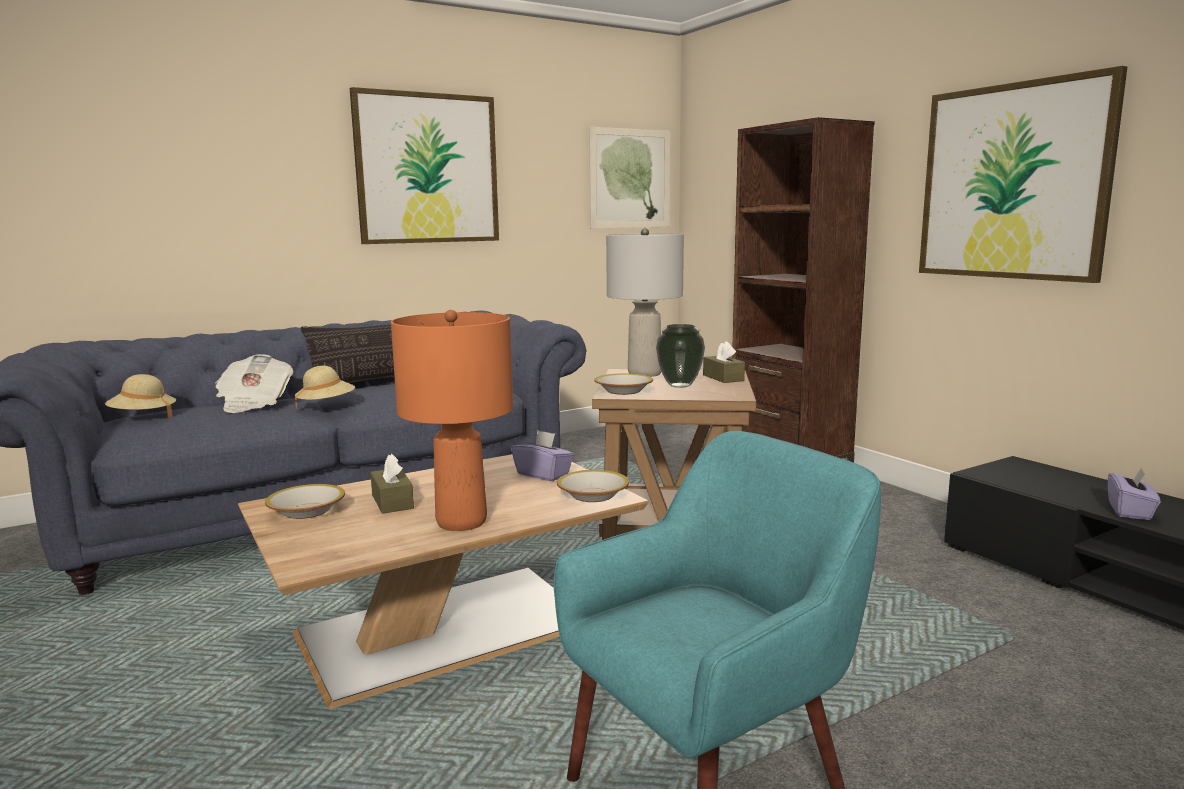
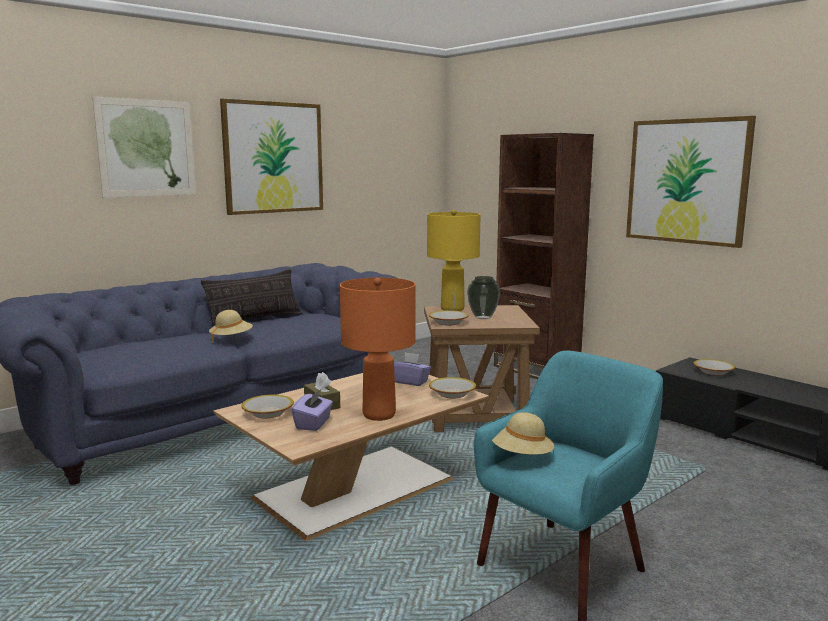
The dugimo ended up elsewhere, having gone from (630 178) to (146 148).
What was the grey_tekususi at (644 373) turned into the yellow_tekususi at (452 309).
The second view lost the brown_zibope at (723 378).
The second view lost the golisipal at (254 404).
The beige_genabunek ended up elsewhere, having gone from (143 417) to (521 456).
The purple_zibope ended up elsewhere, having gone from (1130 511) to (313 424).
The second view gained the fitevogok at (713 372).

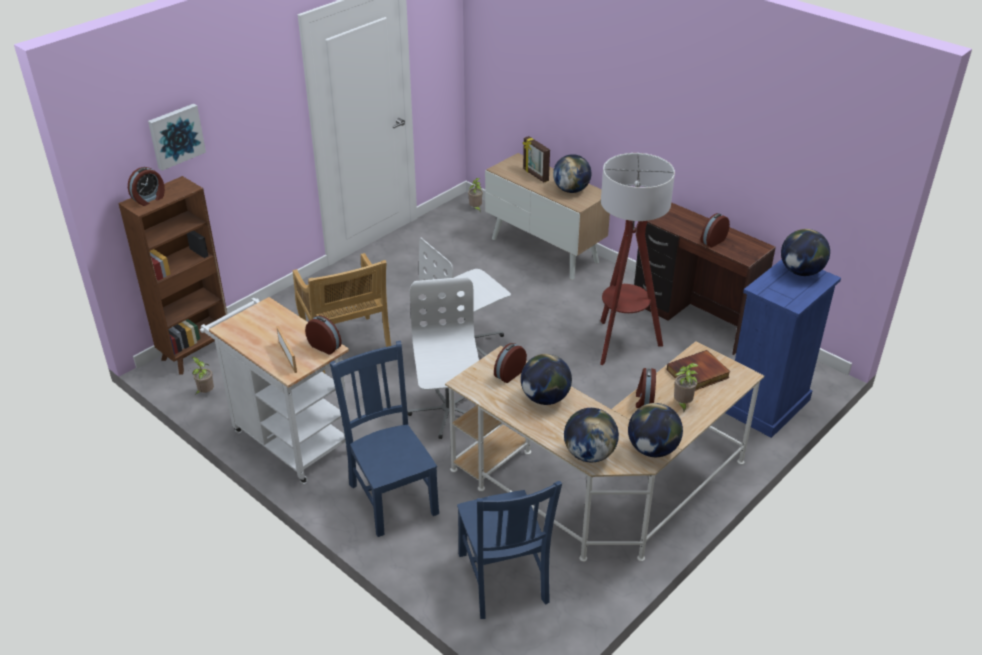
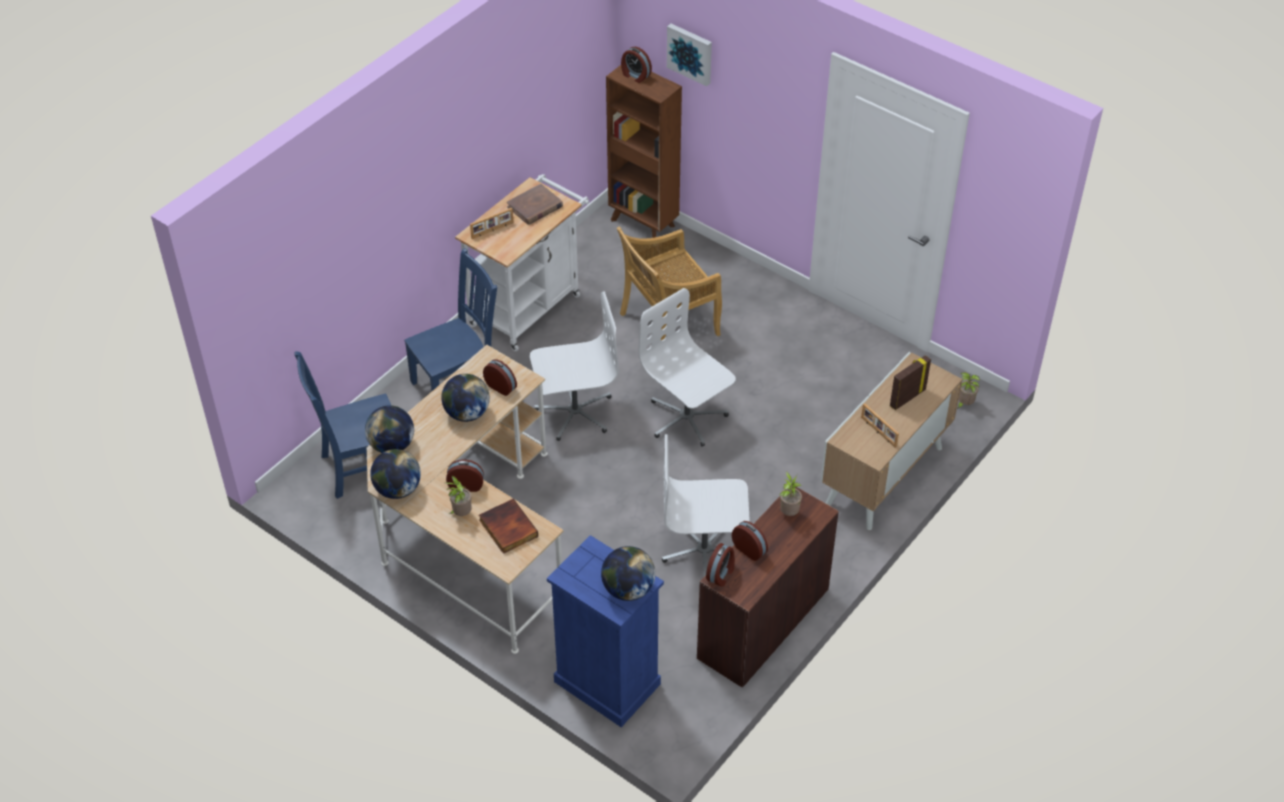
Where the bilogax stood at (621 343), the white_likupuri came to stand at (704 551).
Where the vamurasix stood at (571 190), the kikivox came to stand at (878 432).
The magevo ended up elsewhere, having gone from (325 346) to (721 574).
The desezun ended up elsewhere, having gone from (205 393) to (788 512).
The second view gained the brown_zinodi at (535 207).

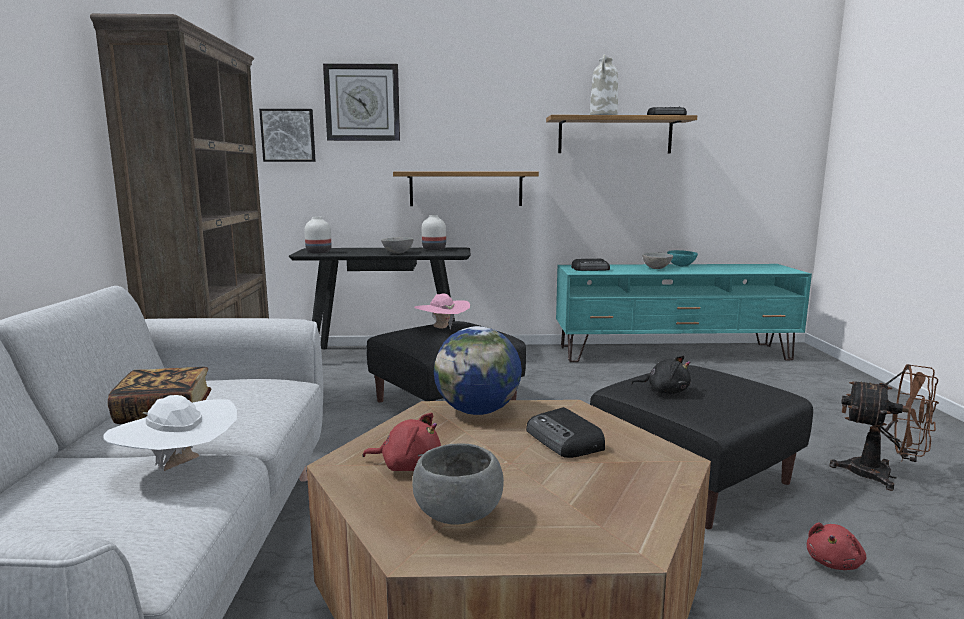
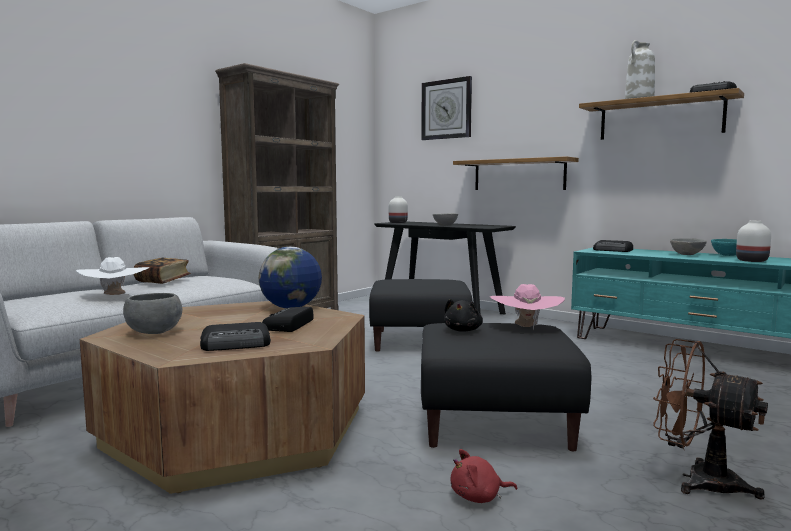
The second view lost the dugimo at (288 135).
The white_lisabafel ended up elsewhere, having gone from (433 249) to (751 260).
The pink_genabunek ended up elsewhere, having gone from (442 328) to (526 327).
The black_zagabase at (665 391) ended up facing another way, 45 degrees clockwise from before.
The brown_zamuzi at (882 476) ended up facing another way, 150 degrees clockwise from before.
The second view lost the red_zagabase at (408 466).
The second view gained the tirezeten at (237 344).

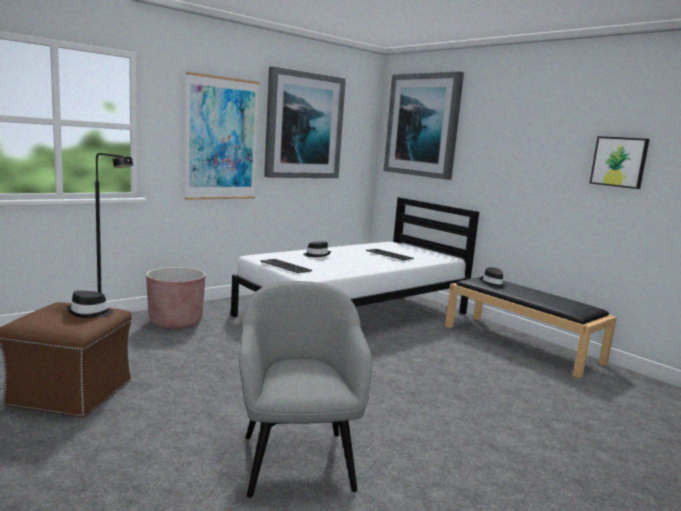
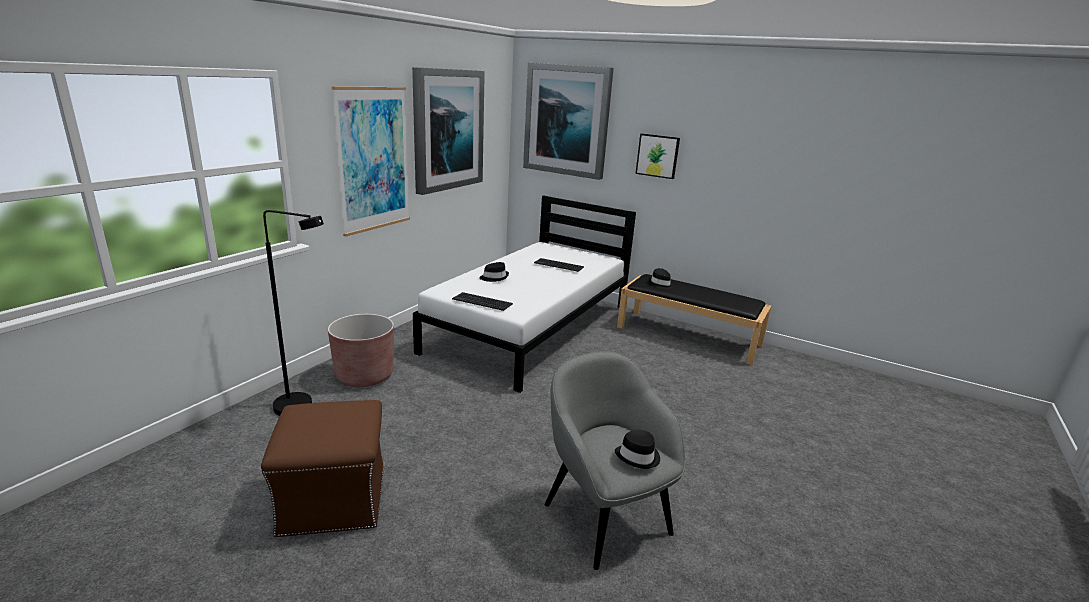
The dugimo ended up elsewhere, having gone from (619 162) to (657 156).
The black_genabunek ended up elsewhere, having gone from (90 313) to (638 456).

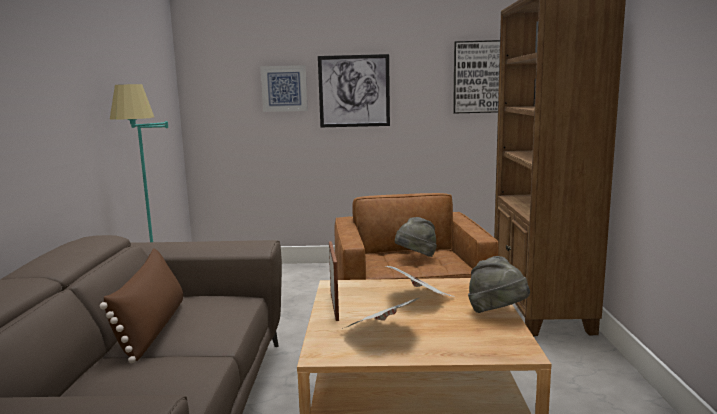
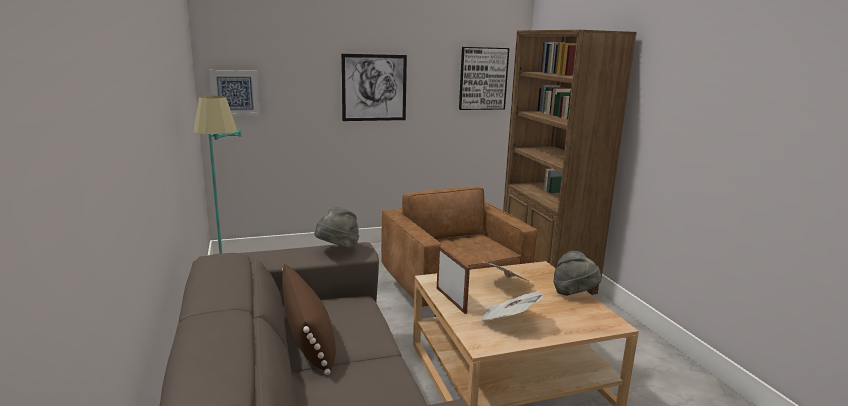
The dugimo ended up elsewhere, having gone from (284 88) to (235 92).
The grey_genabunek ended up elsewhere, having gone from (416 257) to (337 250).

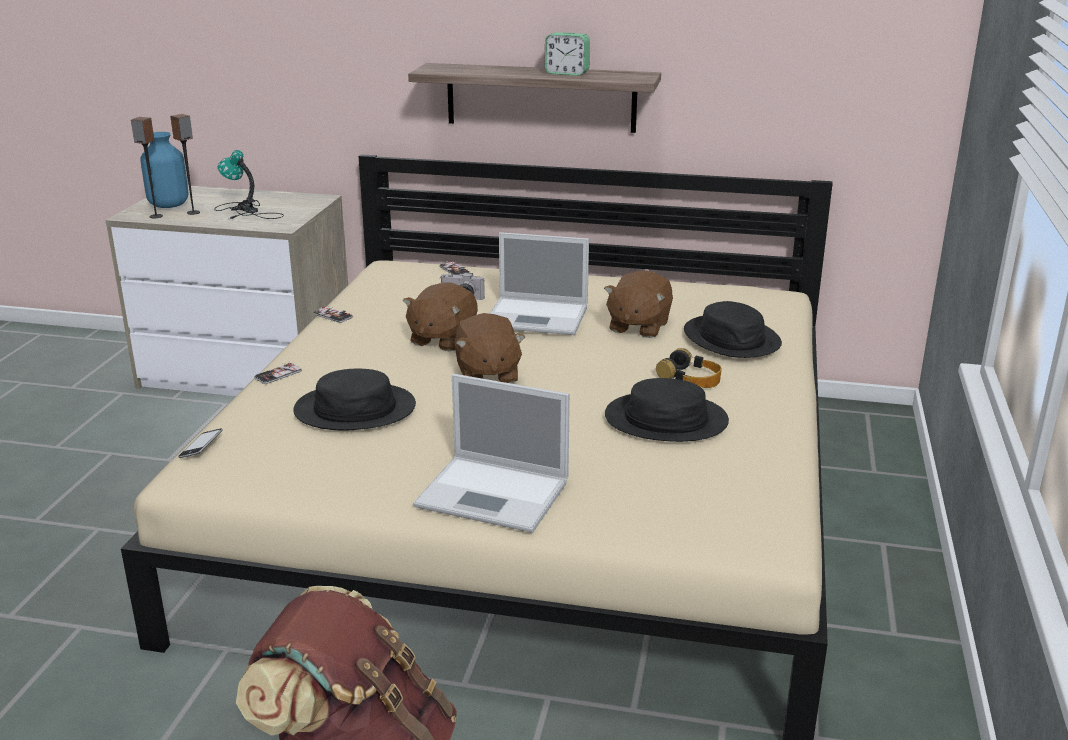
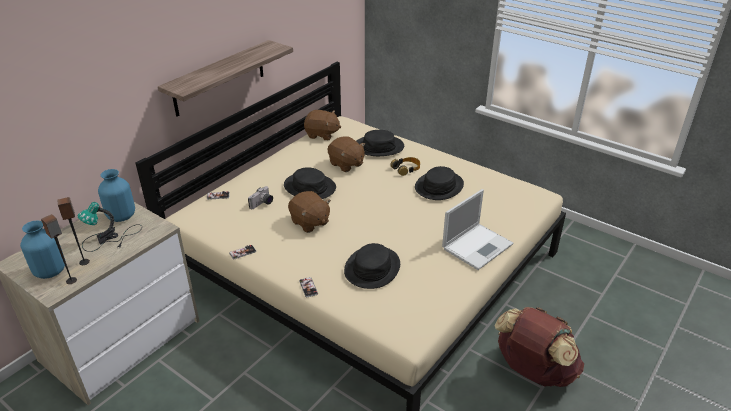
The second view lost the magevo at (567 73).
Where the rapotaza stood at (538 317), the black_genabunek came to stand at (310 187).
The brown_zagabase ended up elsewhere, having gone from (487 374) to (322 134).
The second view lost the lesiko at (201 447).
The second view gained the blue_lisabafel at (122 216).

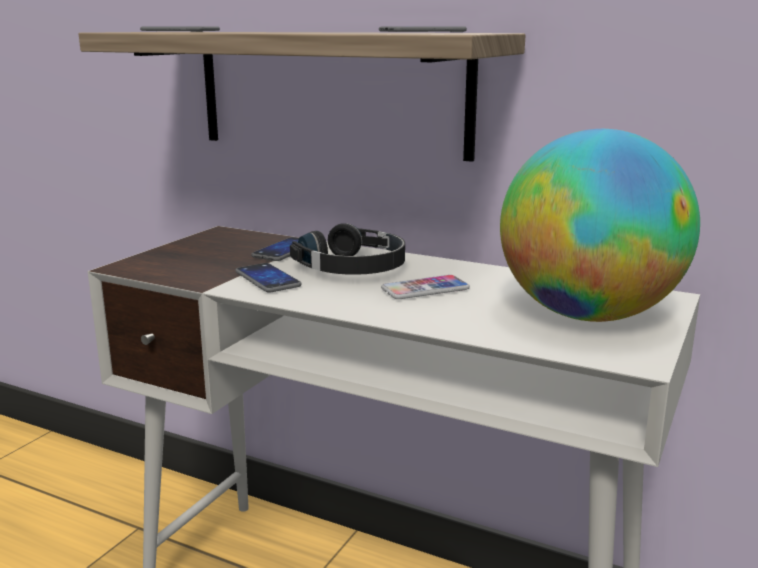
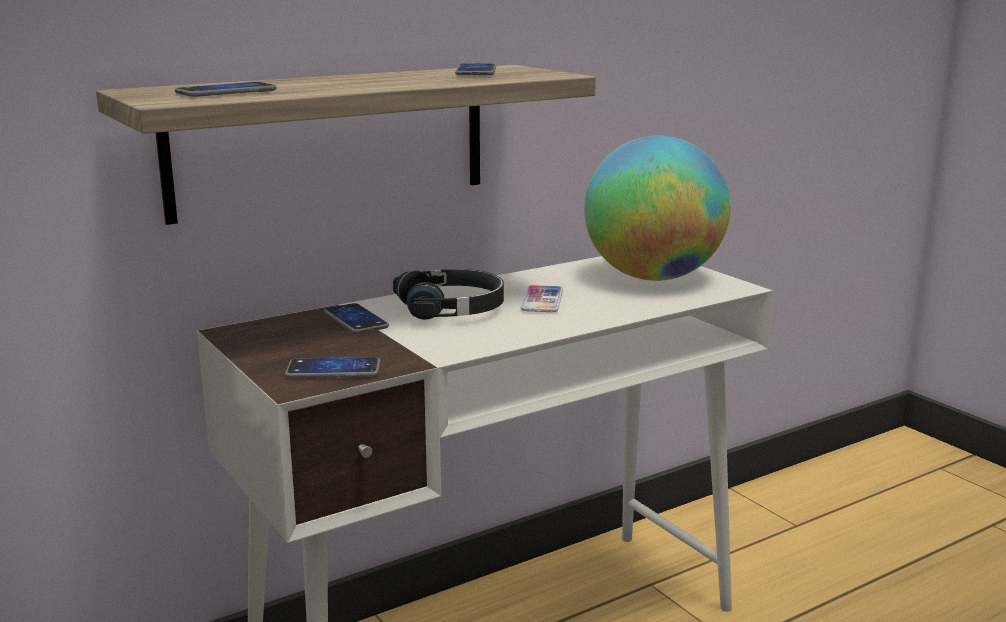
The lesiko ended up elsewhere, having gone from (267 279) to (333 370).

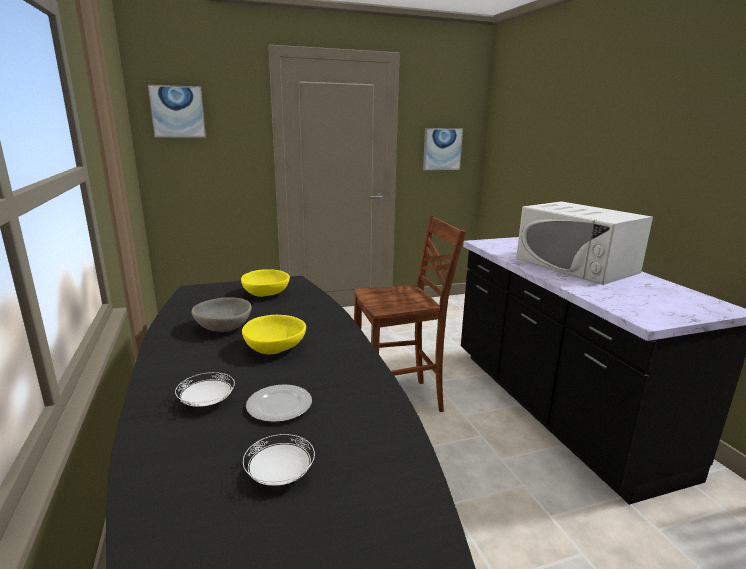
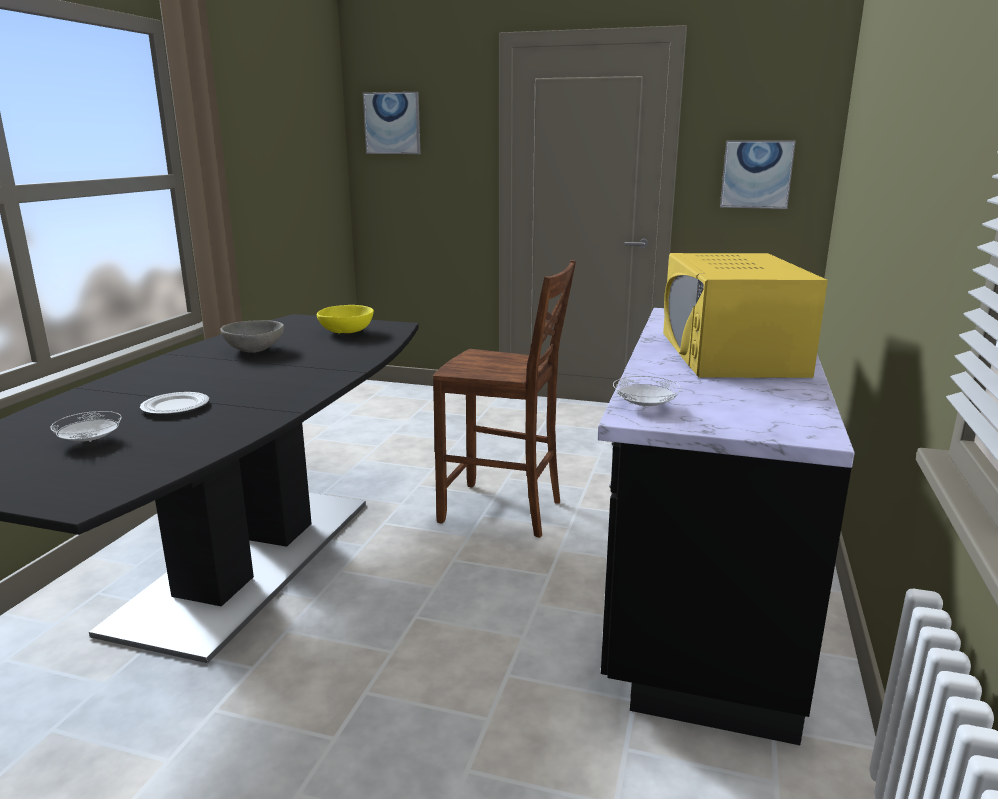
What was the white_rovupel at (576 265) turned into the yellow_rovupel at (731 354).
The second view lost the yellow_fitevogok at (274 349).
The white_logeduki ended up elsewhere, having gone from (207 403) to (645 407).

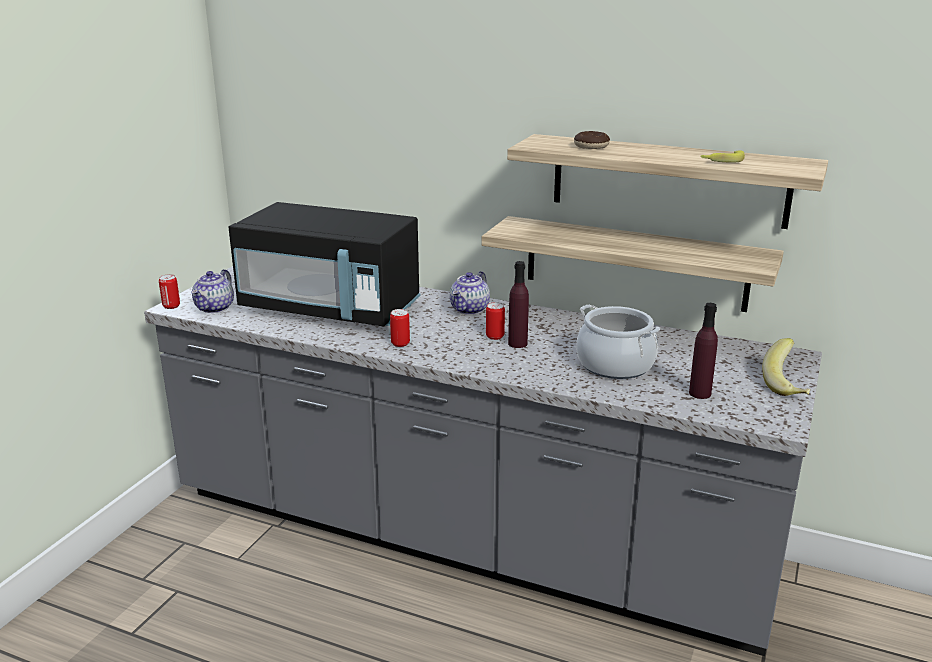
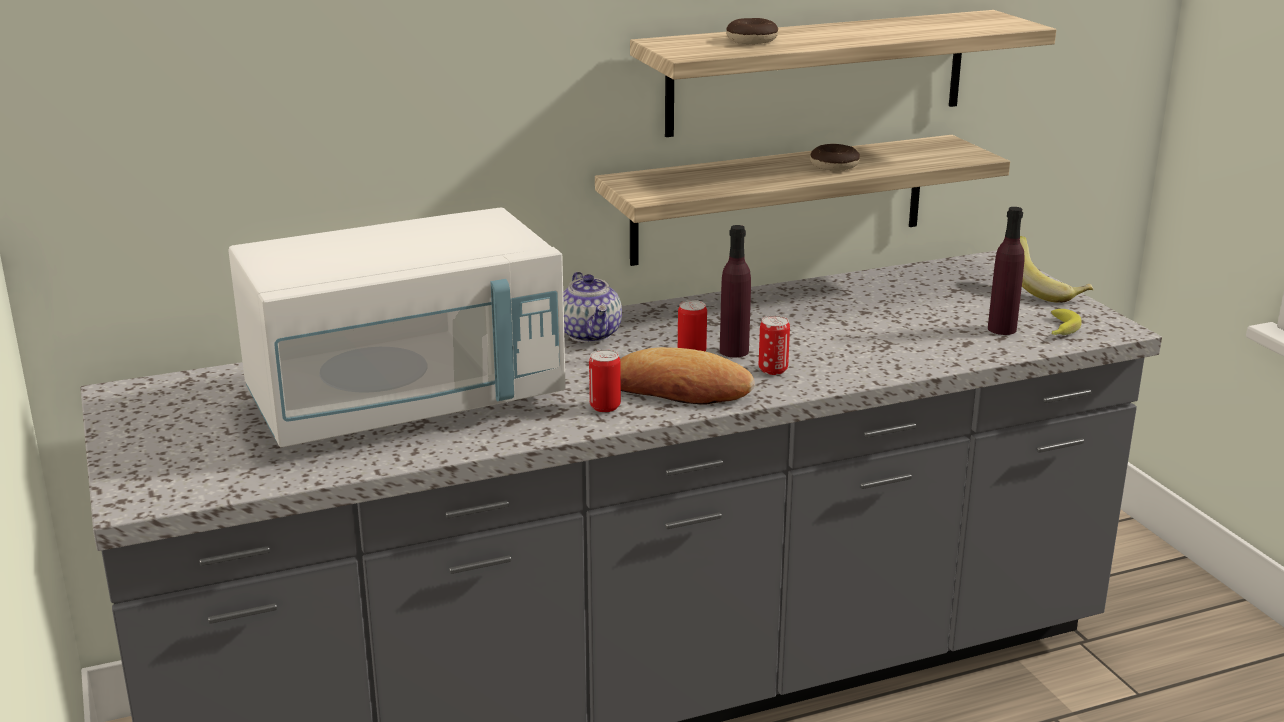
The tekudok ended up elsewhere, having gone from (721 161) to (1059 330).
What was the black_rovupel at (331 309) turned into the white_rovupel at (407 403).
The second view lost the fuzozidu at (215 308).
The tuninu ended up elsewhere, having gone from (171 306) to (773 370).
The second view lost the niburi at (615 365).
The second view gained the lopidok at (834 166).
The second view gained the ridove at (679 389).

